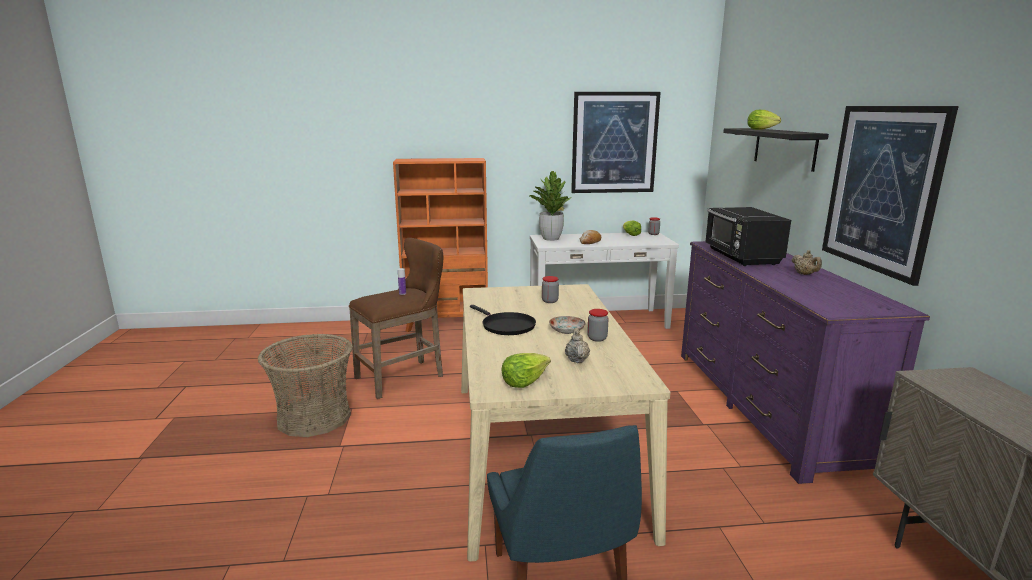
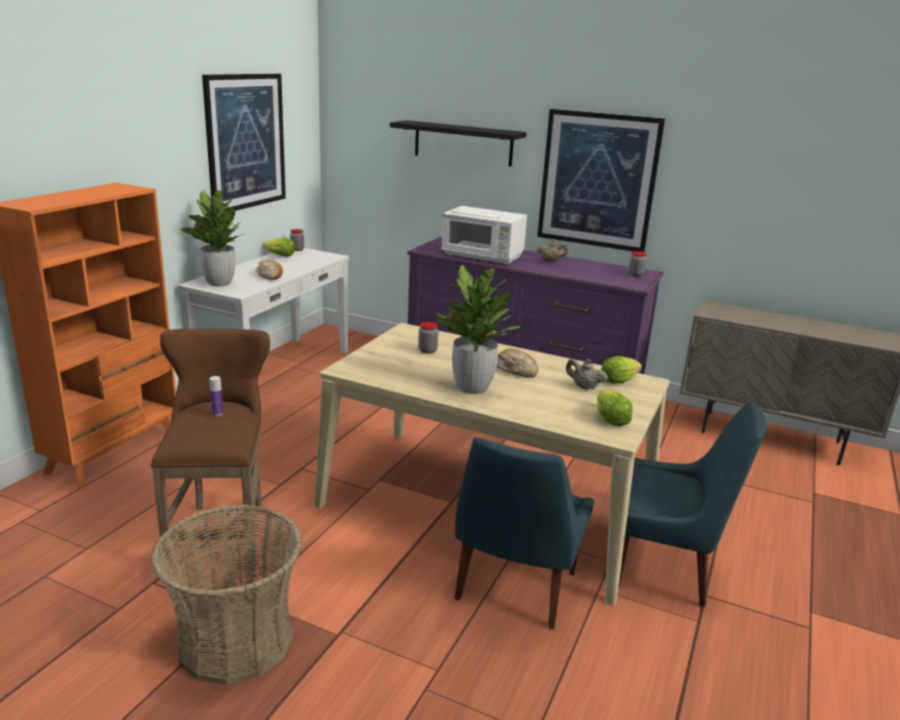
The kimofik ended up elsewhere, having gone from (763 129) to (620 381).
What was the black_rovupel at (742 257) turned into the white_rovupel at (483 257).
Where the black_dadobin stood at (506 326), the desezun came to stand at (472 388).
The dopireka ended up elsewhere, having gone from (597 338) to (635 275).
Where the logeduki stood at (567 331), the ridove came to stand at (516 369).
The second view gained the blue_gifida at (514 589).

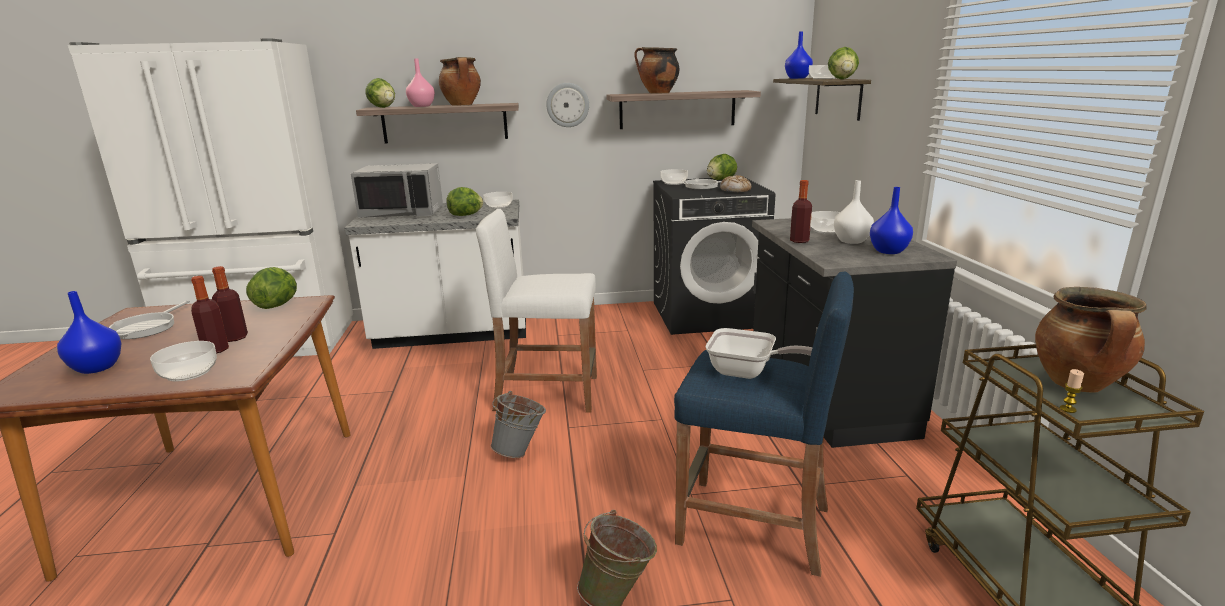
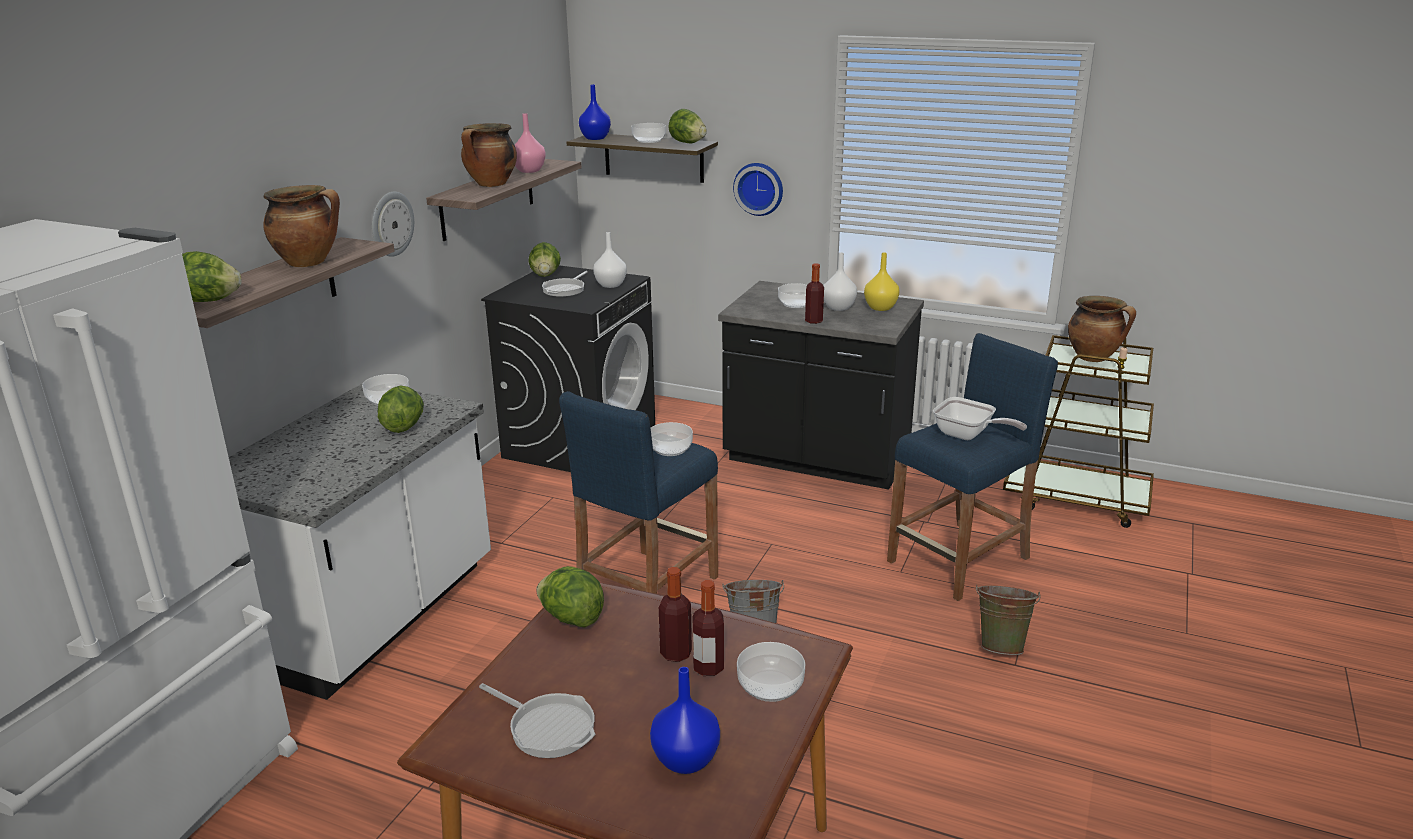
The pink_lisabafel ended up elsewhere, having gone from (421 106) to (530 171).
The second view lost the grey_rovupel at (403 213).
The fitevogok ended up elsewhere, having gone from (673 183) to (670 449).
Where the ridove stood at (735 190), the white_lisabafel came to stand at (611 285).
What was the blue_lisabafel at (889 251) turned into the yellow_lisabafel at (881 308).
What was the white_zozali at (547 393) turned into the blue_zozali at (646 590).
The dadobin at (748 372) ended up facing another way, 75 degrees clockwise from before.
The second view gained the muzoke at (759 188).

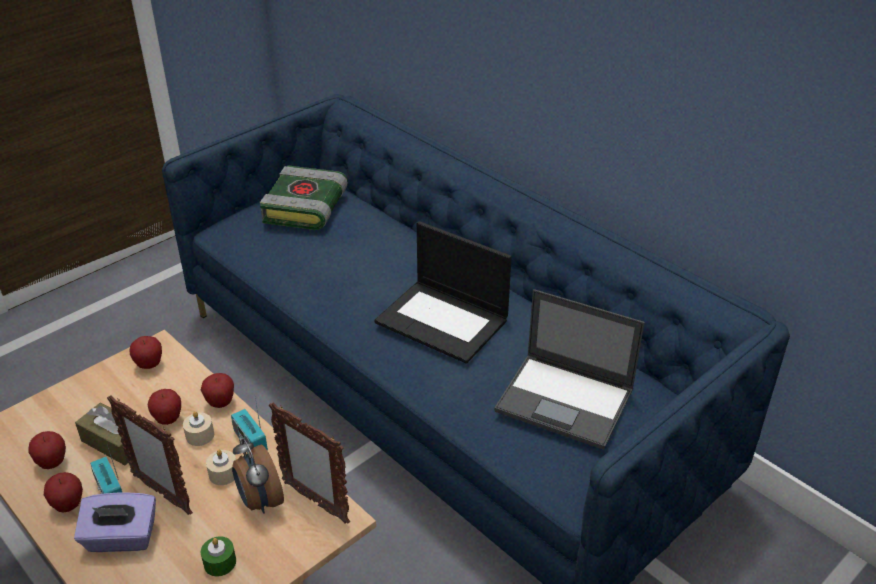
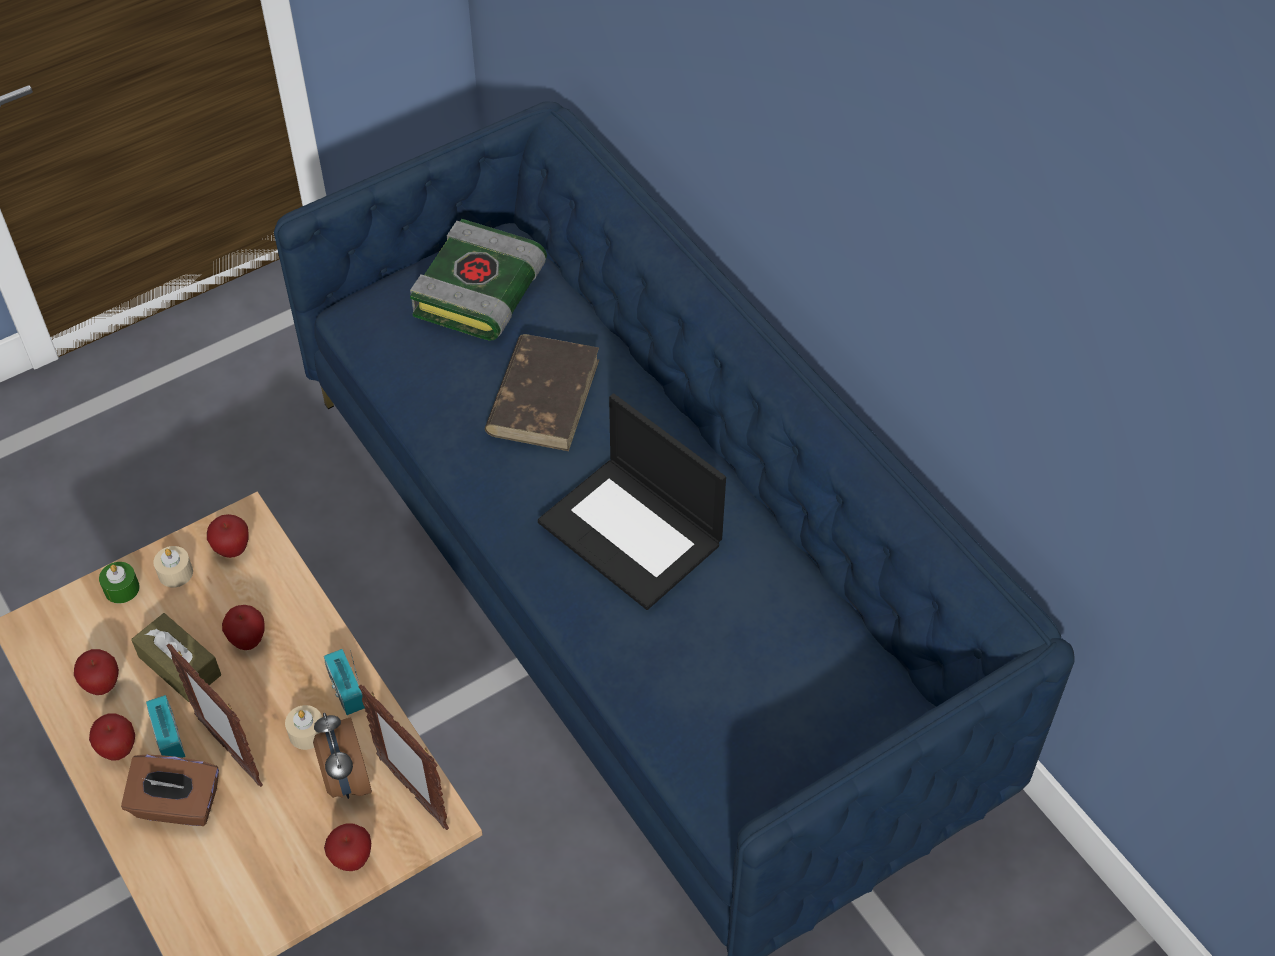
The second view lost the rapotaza at (566 401).
The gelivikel ended up elsewhere, having gone from (220 403) to (352 859).
The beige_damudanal ended up elsewhere, having gone from (200 435) to (175 573).
What was the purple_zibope at (121 538) turned into the brown_zibope at (177 805).
The green_damudanal ended up elsewhere, having gone from (220 562) to (122 588).
The second view gained the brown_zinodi at (543 396).

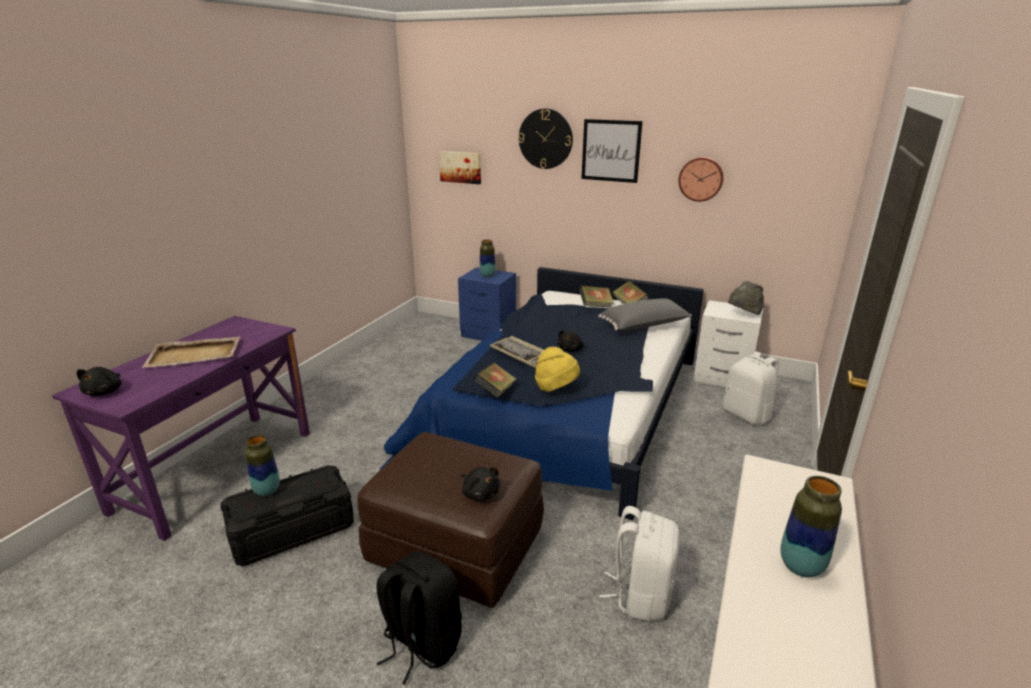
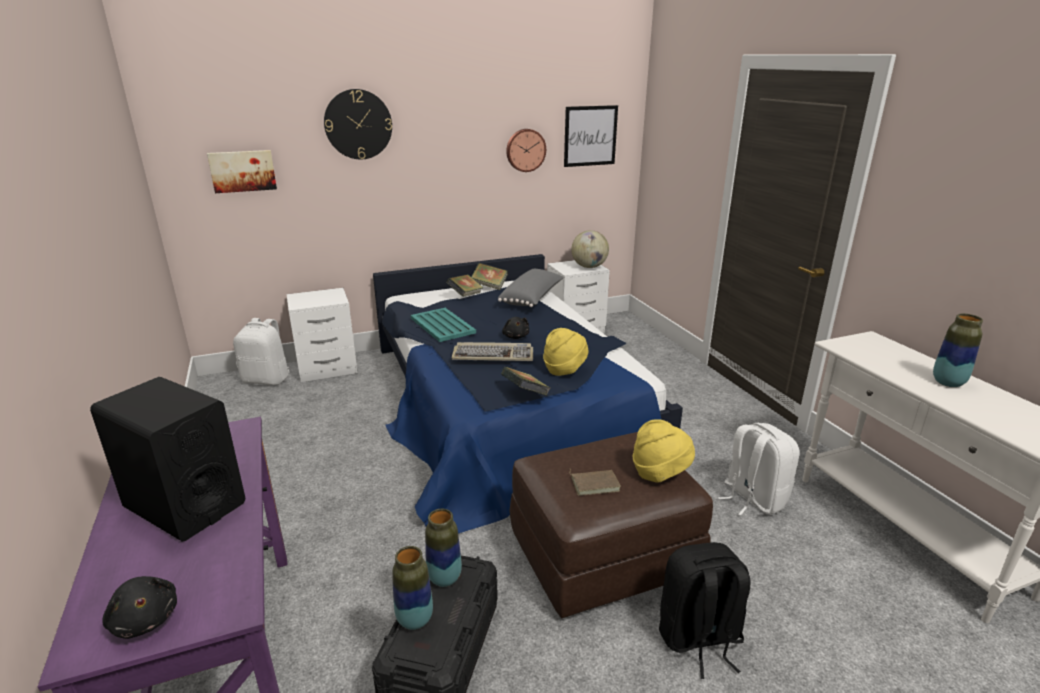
The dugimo ended up elsewhere, having gone from (611 151) to (590 136).
The lisabafel ended up elsewhere, having gone from (487 275) to (444 578).
What was the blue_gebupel at (489 334) turned into the white_gebupel at (328 368).
Where the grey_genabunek stood at (743 315), the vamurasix came to stand at (589 267).
Where the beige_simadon stood at (195 355), the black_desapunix came to stand at (185 505).
The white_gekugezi ended up elsewhere, having gone from (747 415) to (267 379).
Where the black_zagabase stood at (480 493), the yellow_genabunek came to stand at (660 473).
The second view gained the turquoise_simadon at (442 325).
The second view gained the brown_zinodi at (594 483).

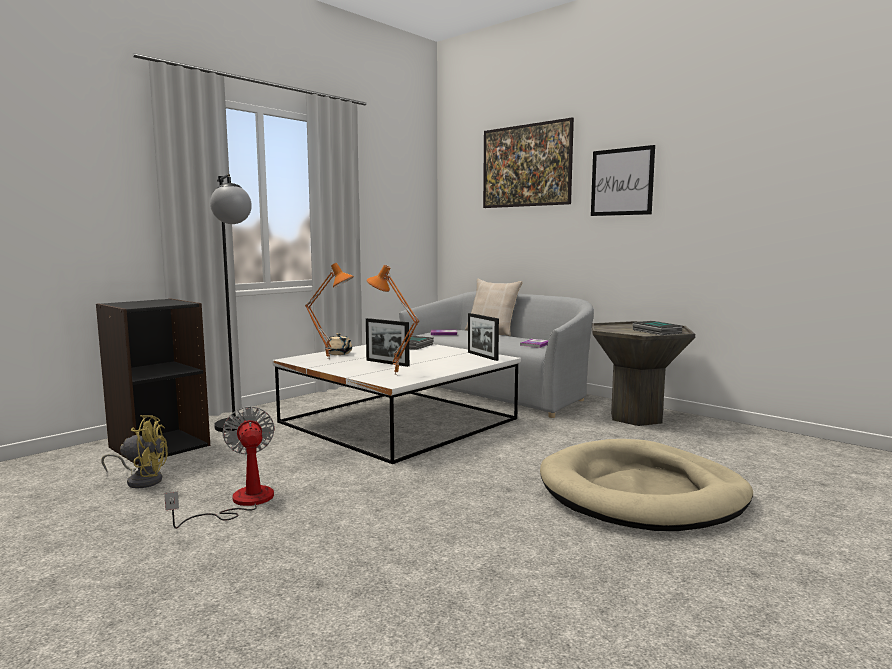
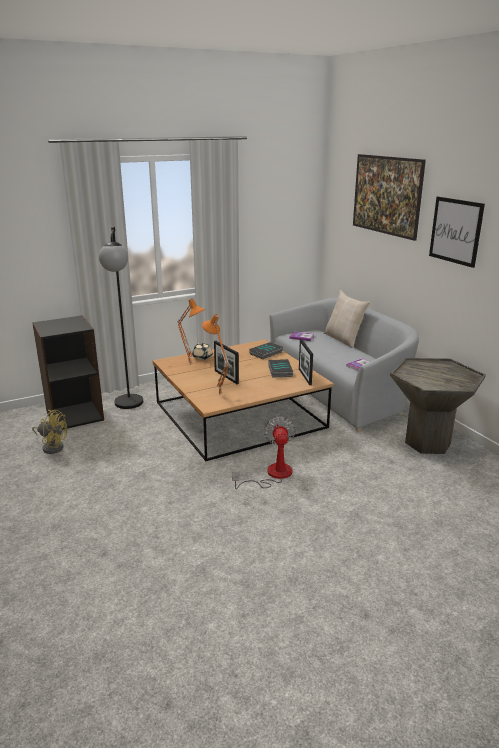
The zinodi ended up elsewhere, having gone from (655 331) to (279 370).
What was the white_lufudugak at (398 420) turned into the brown_lufudugak at (239 414).
The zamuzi ended up elsewhere, having gone from (241 503) to (272 475).
The second view lost the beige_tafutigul at (642 493).

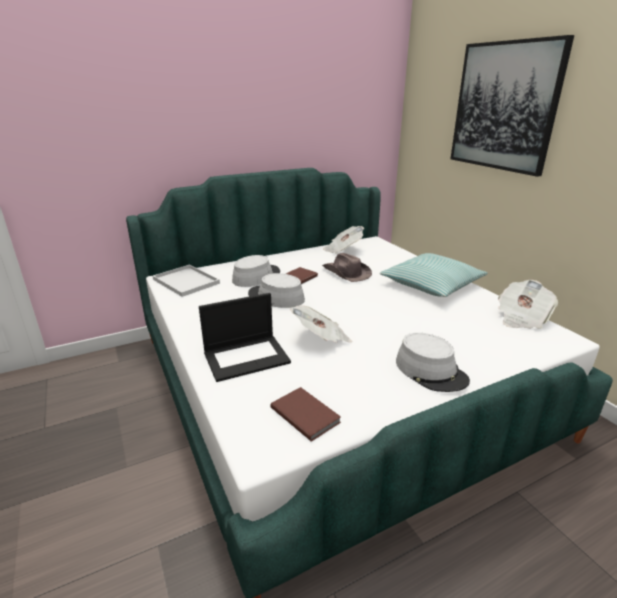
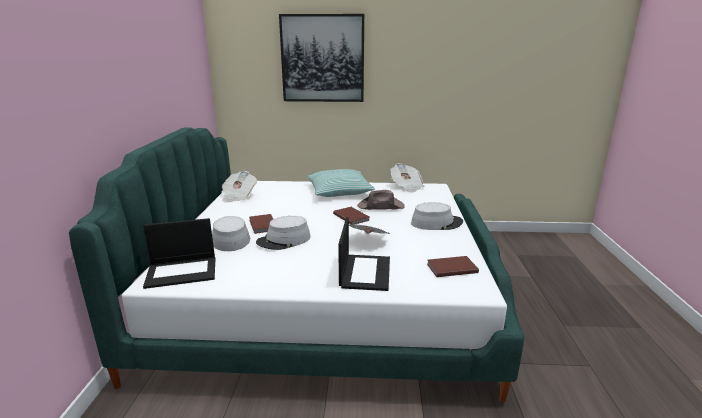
The brown_genabunek ended up elsewhere, having gone from (346 273) to (381 206).
Where the white_simadon stood at (187 281), the rapotaza came to stand at (182 272).
The second view gained the brown_zinodi at (351 217).

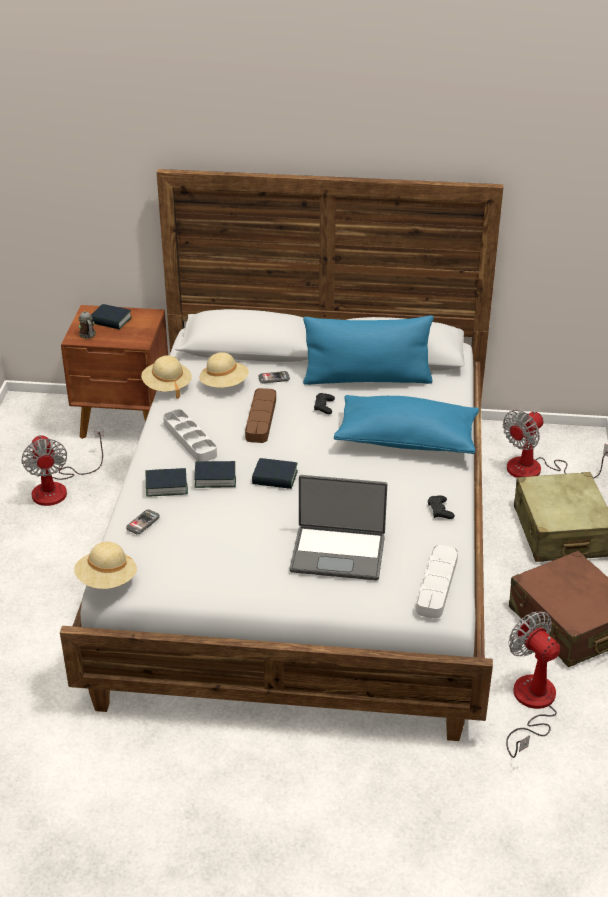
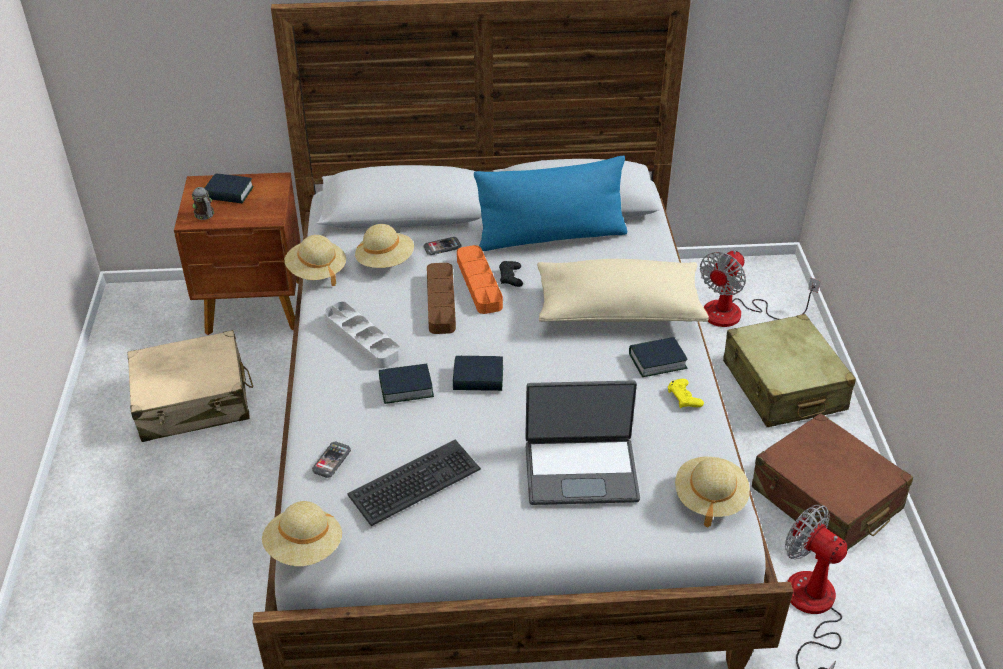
What was the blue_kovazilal at (406 440) turned into the beige_kovazilal at (618 310).
Where the zamuzi stood at (59 487), the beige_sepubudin came to stand at (193 401).
The zinodi ended up elsewhere, having gone from (166 486) to (657 361).
What was the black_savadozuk at (440 511) turned into the yellow_savadozuk at (684 397).
Where the grey_simadon stood at (437 585), the beige_genabunek came to stand at (709 498).
The second view gained the orange_simadon at (479 283).
The second view gained the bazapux at (415 483).

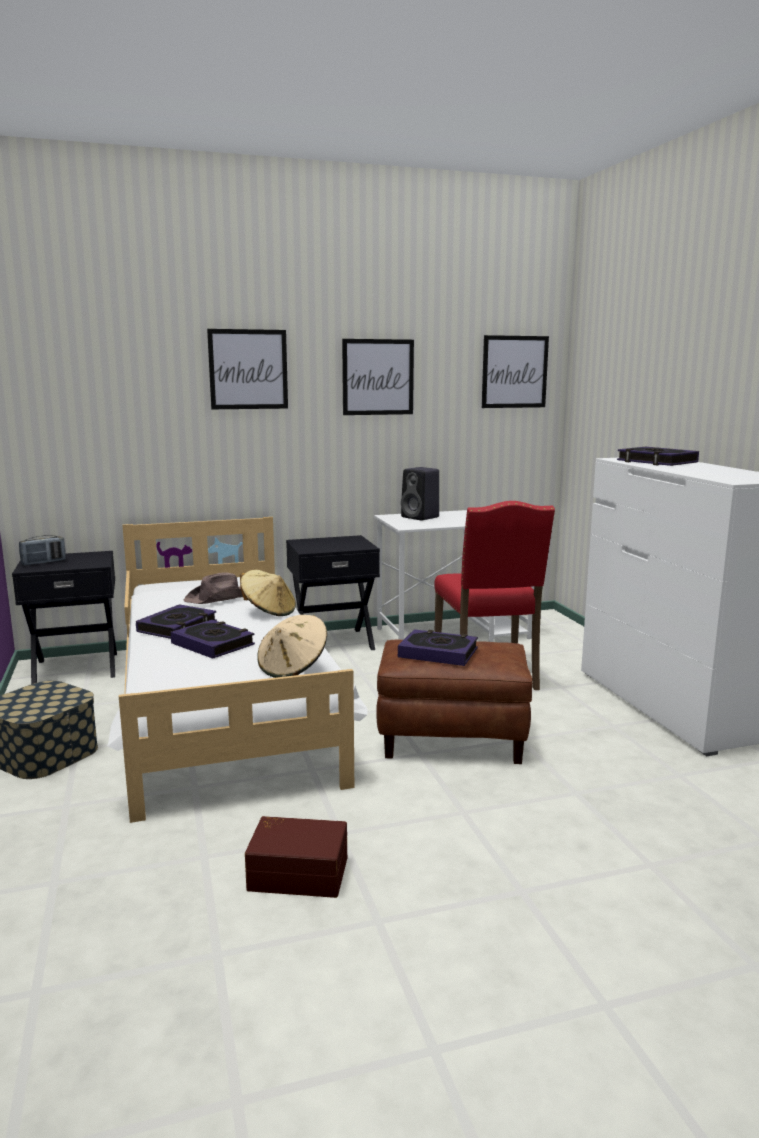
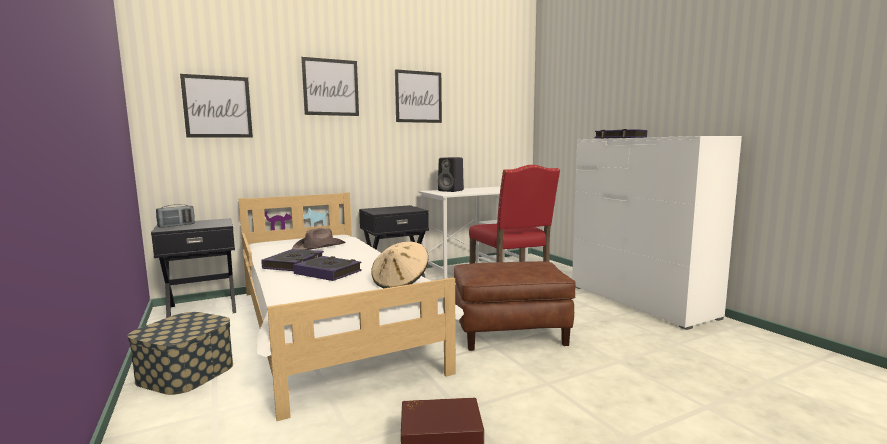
The dugimo ended up elsewhere, having gone from (514 372) to (217 107).
The second view lost the beige_genabunek at (268 611).
The second view lost the zinodi at (438 653).

